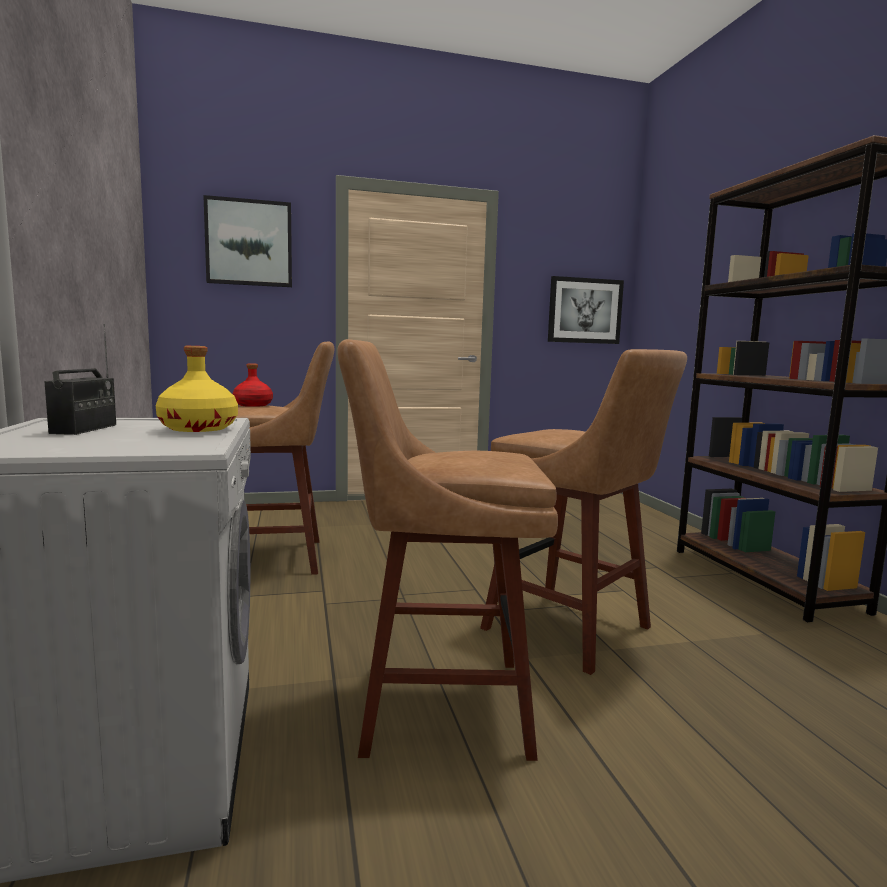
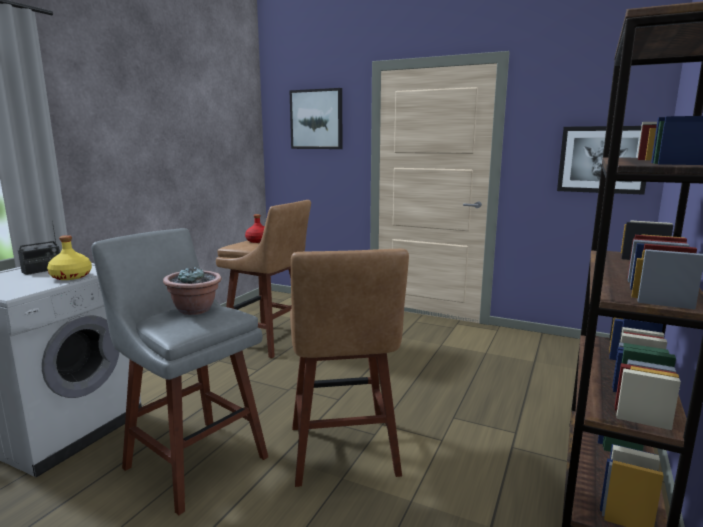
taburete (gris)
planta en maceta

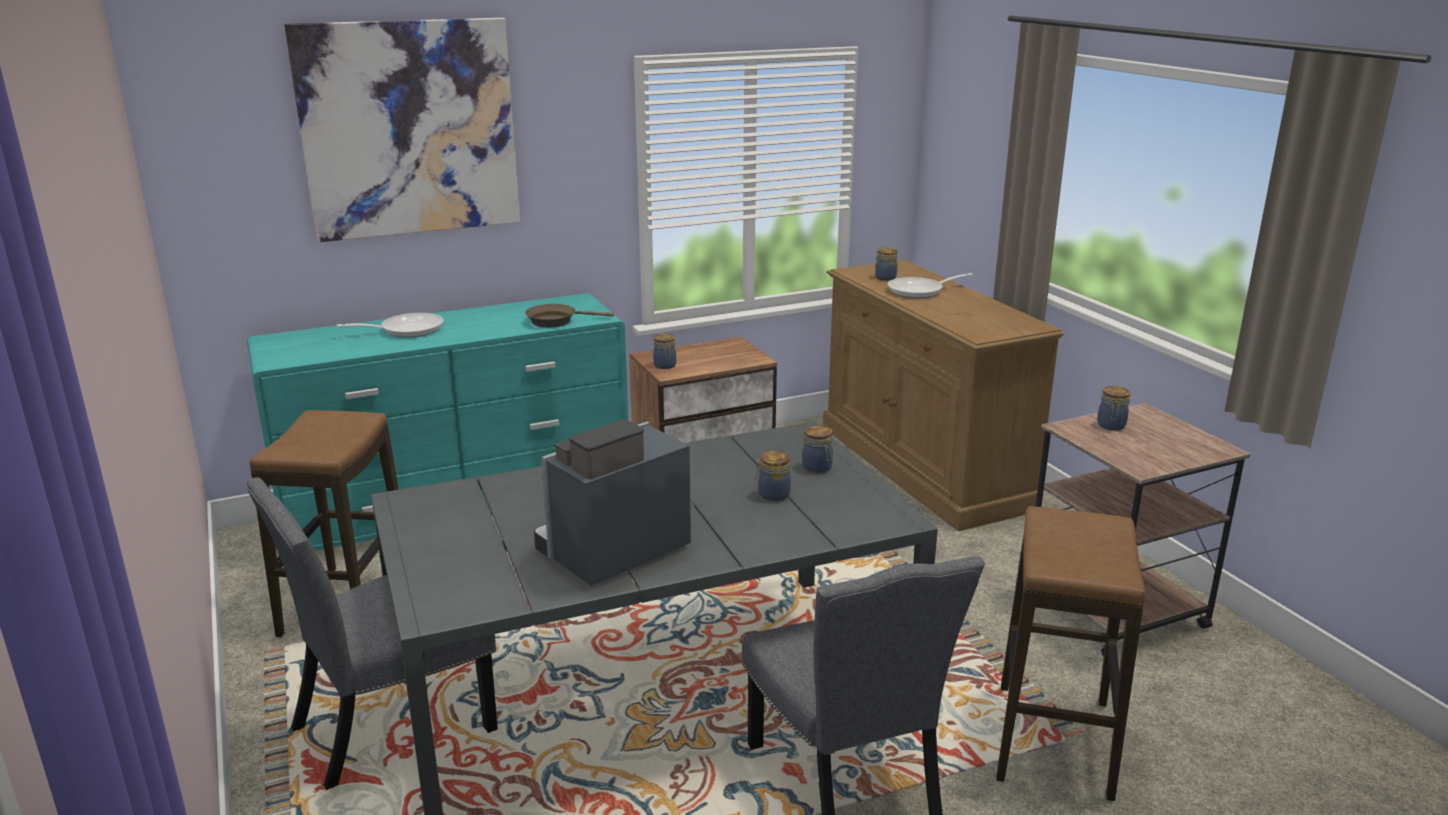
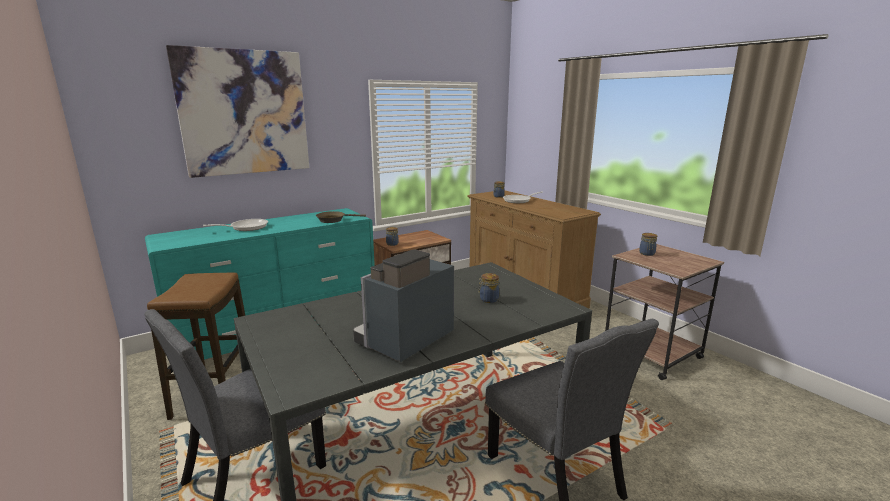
tarro (3rd from left in the first image)
taburete (2nd from left in the first image)

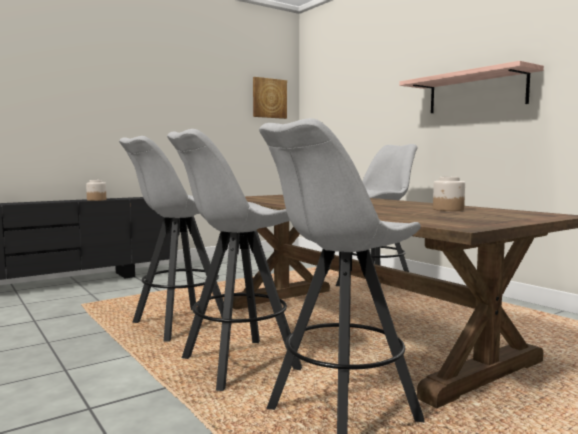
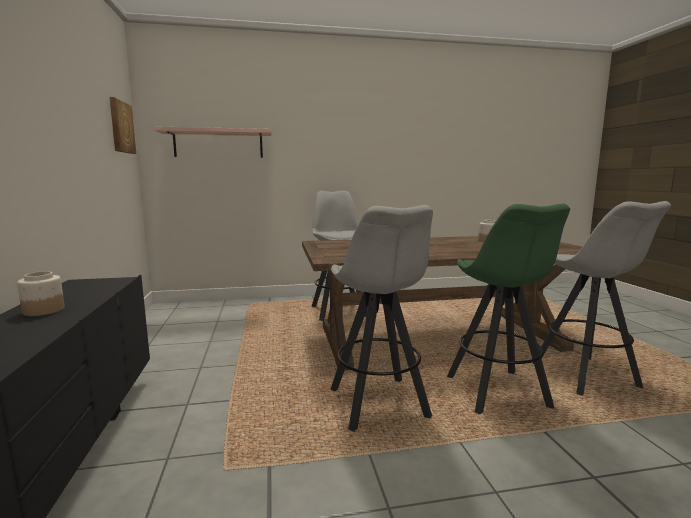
taburete (verde)
estante

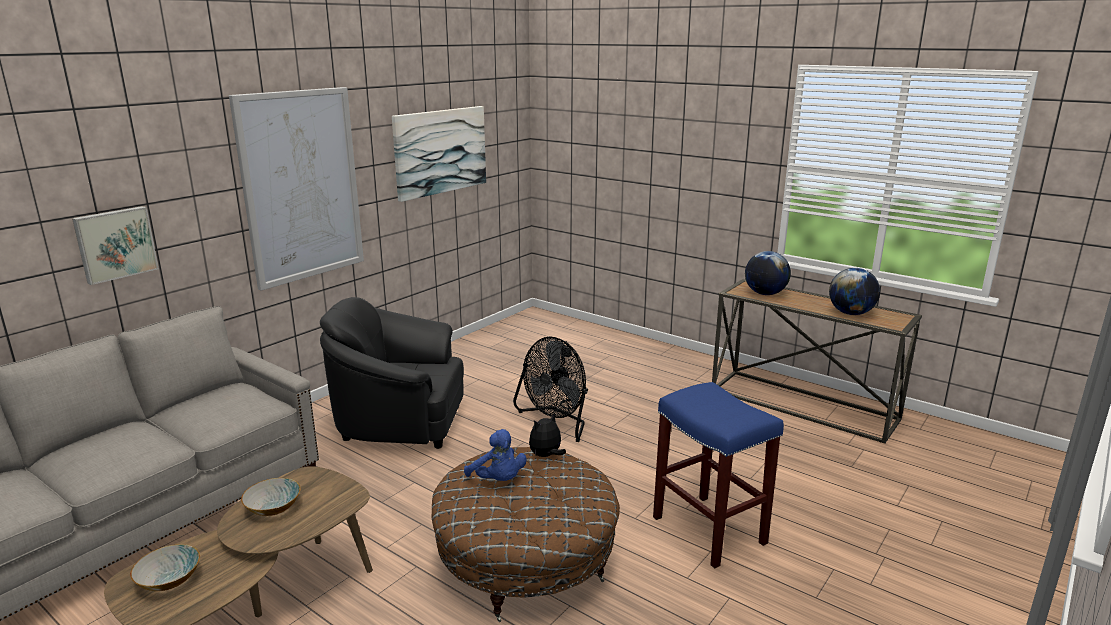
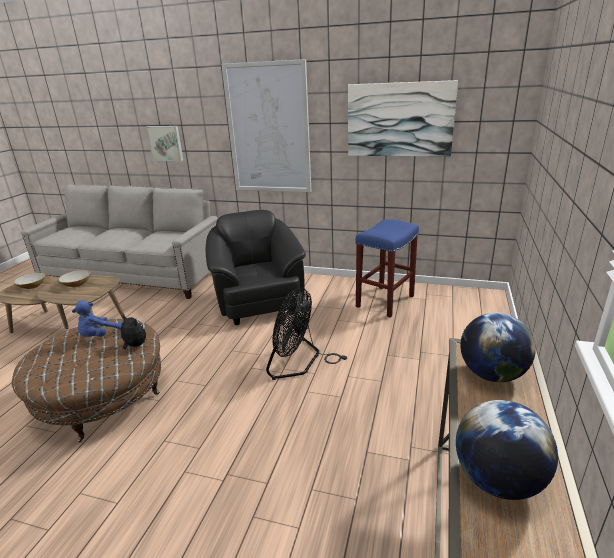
taburete (azul)

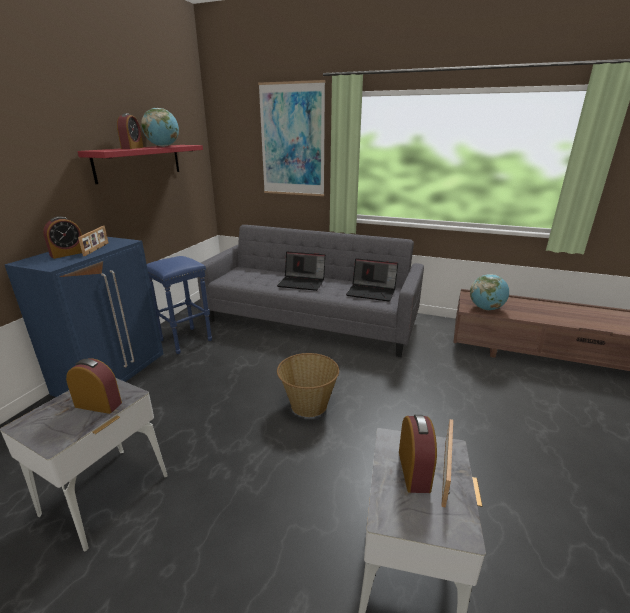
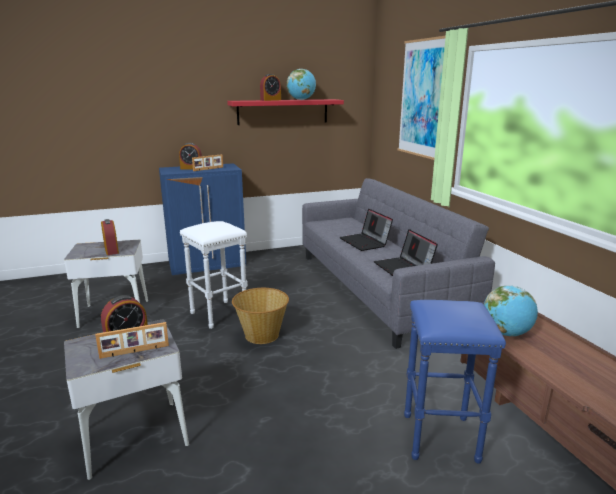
taburete (azul)
taburete (blanco)

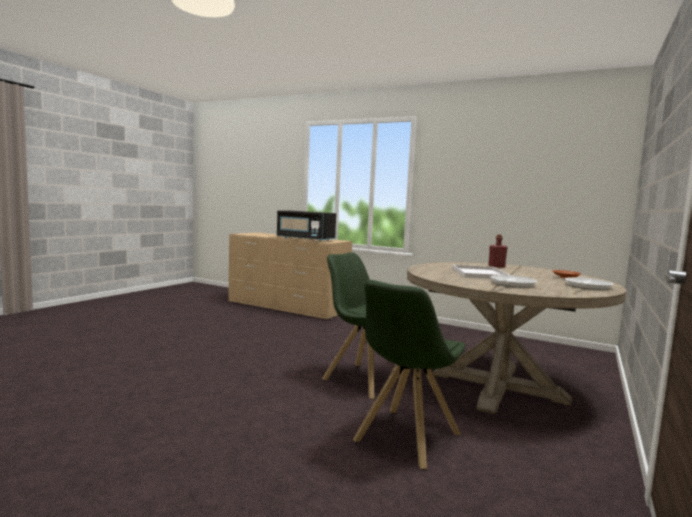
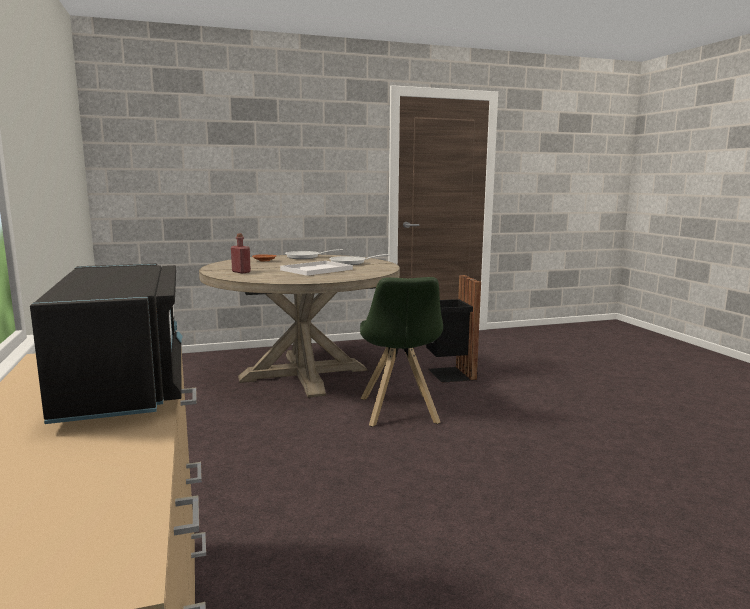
papelera (negro)

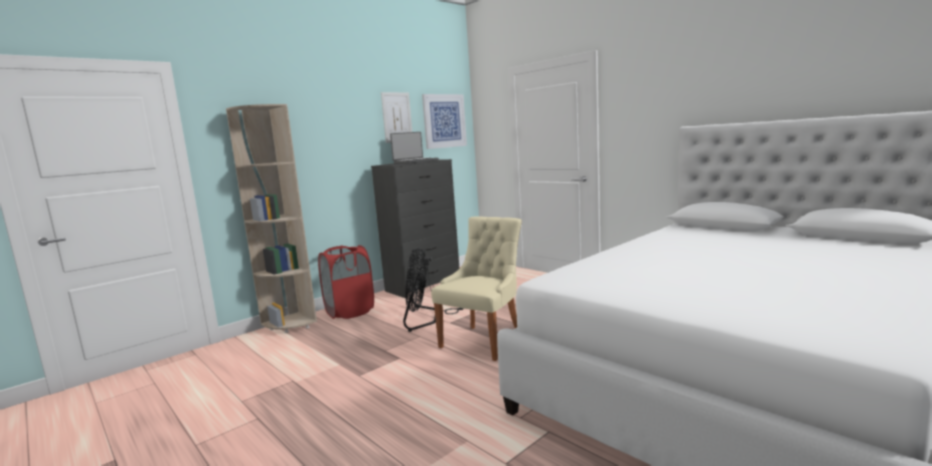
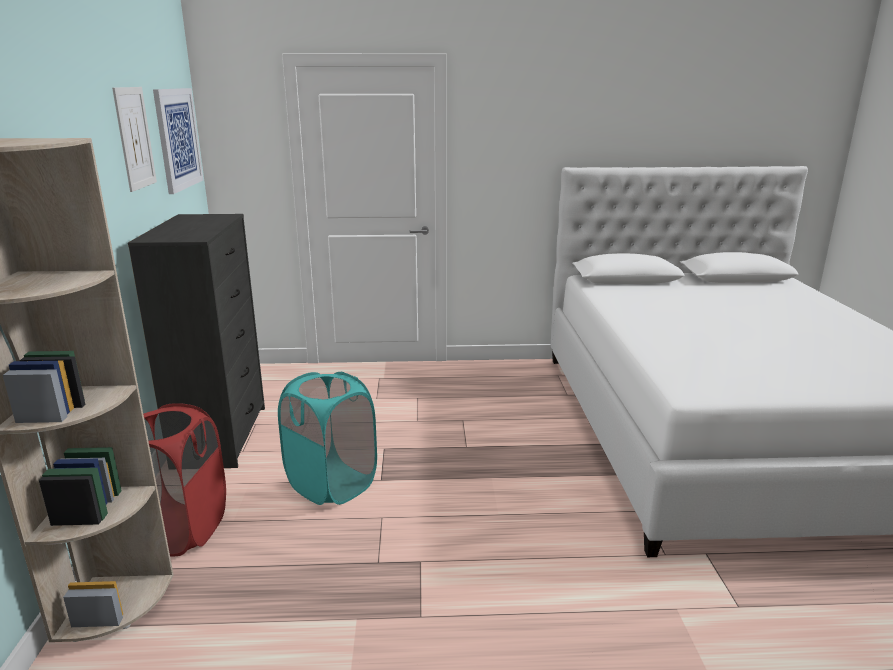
portátil
cesto de la ropa (turquesa)
silla (beis)

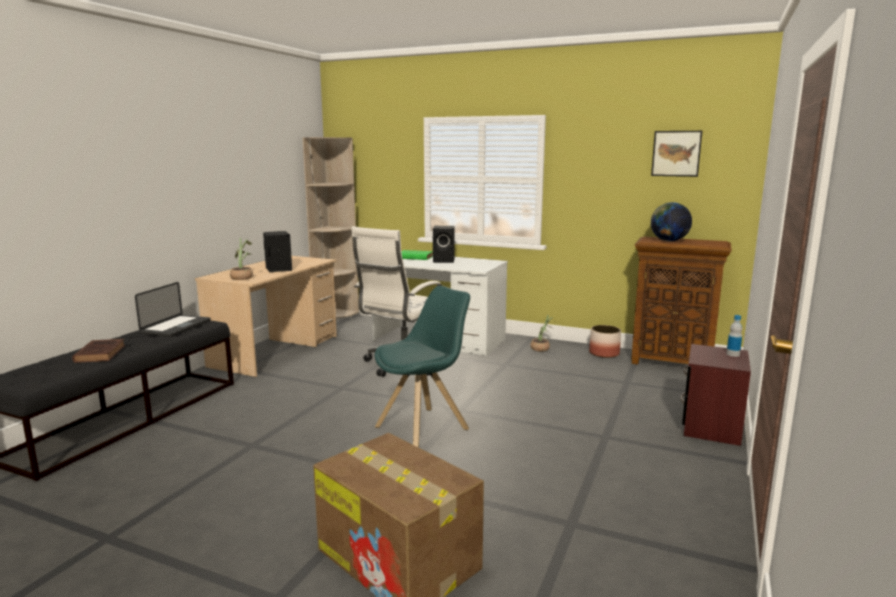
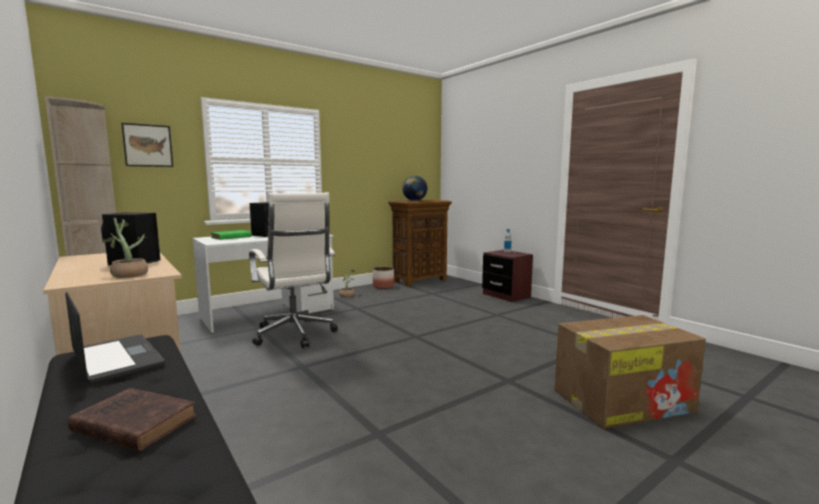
silla (turquesa)
cuadro

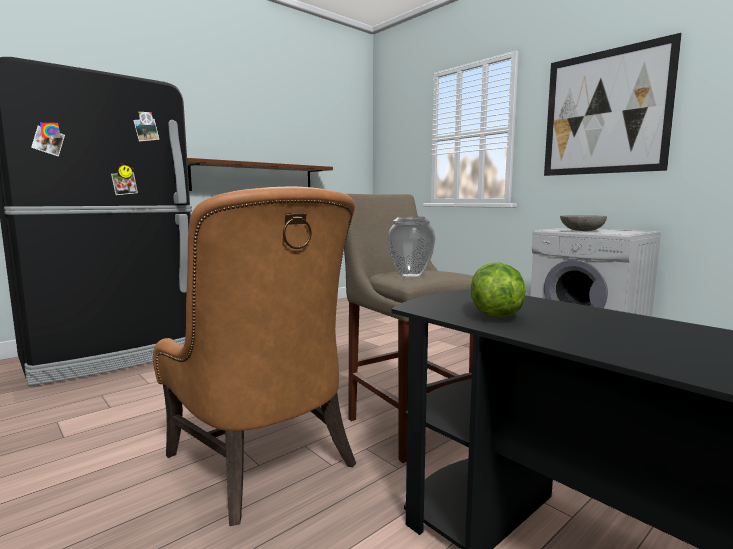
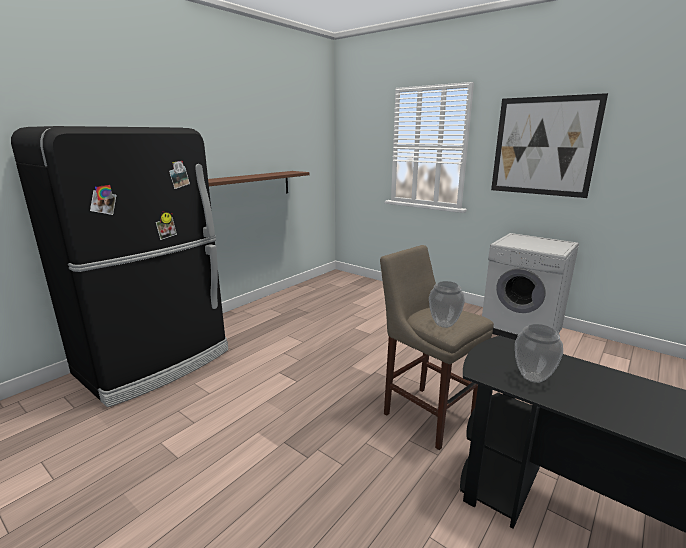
silla (marrón)
florero (2nd from left)
cuenco (gris)

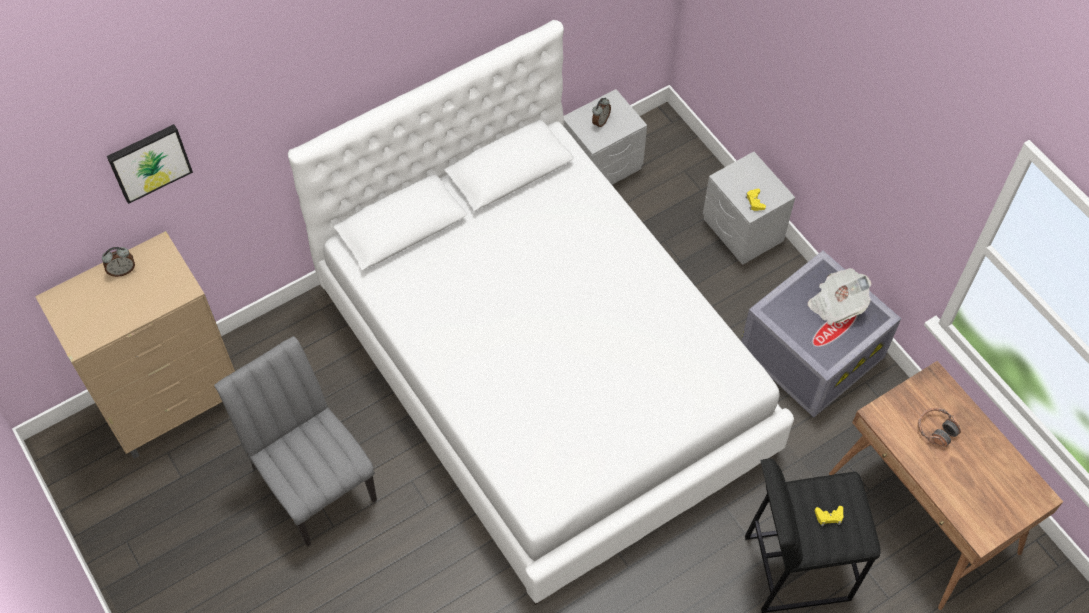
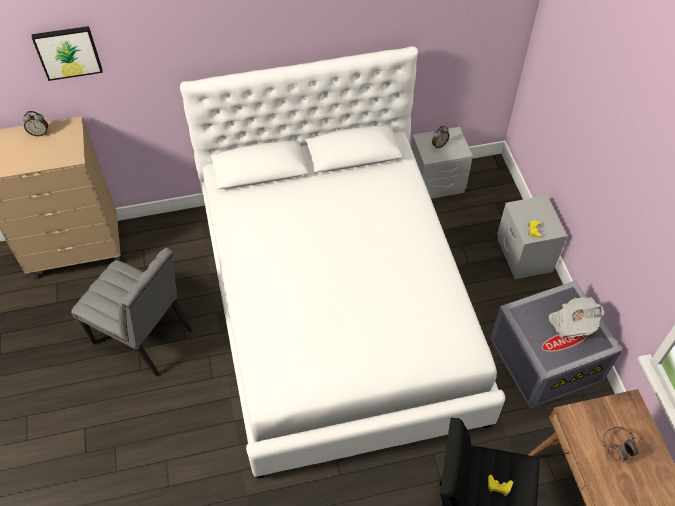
silla (gris)

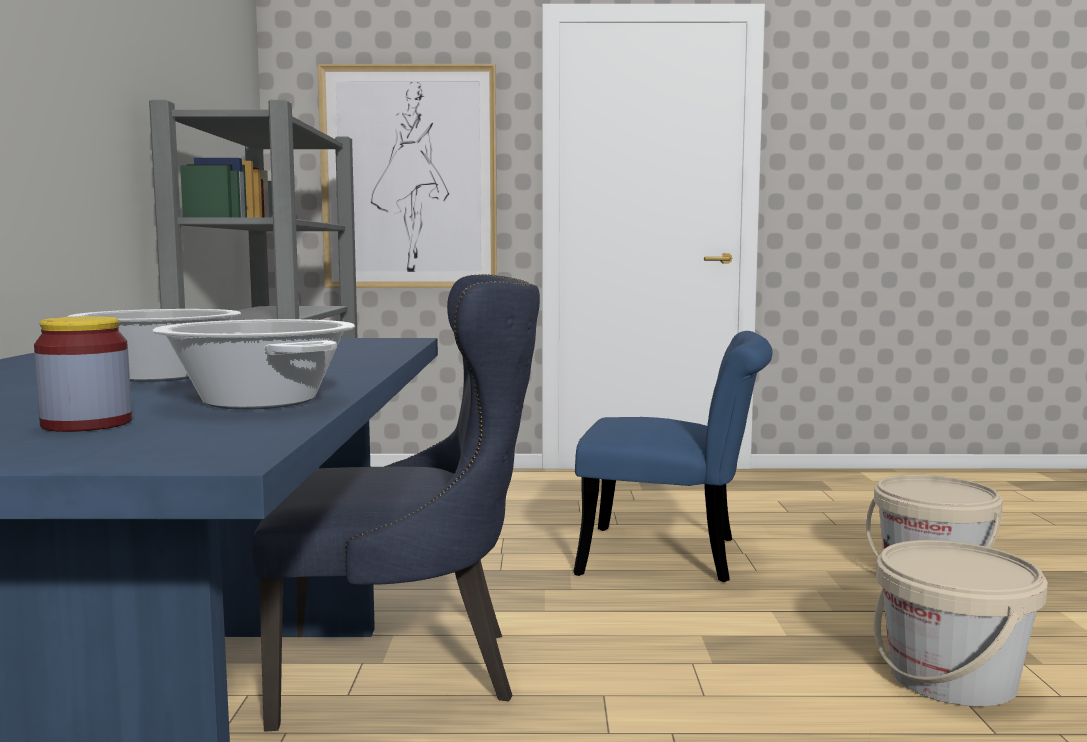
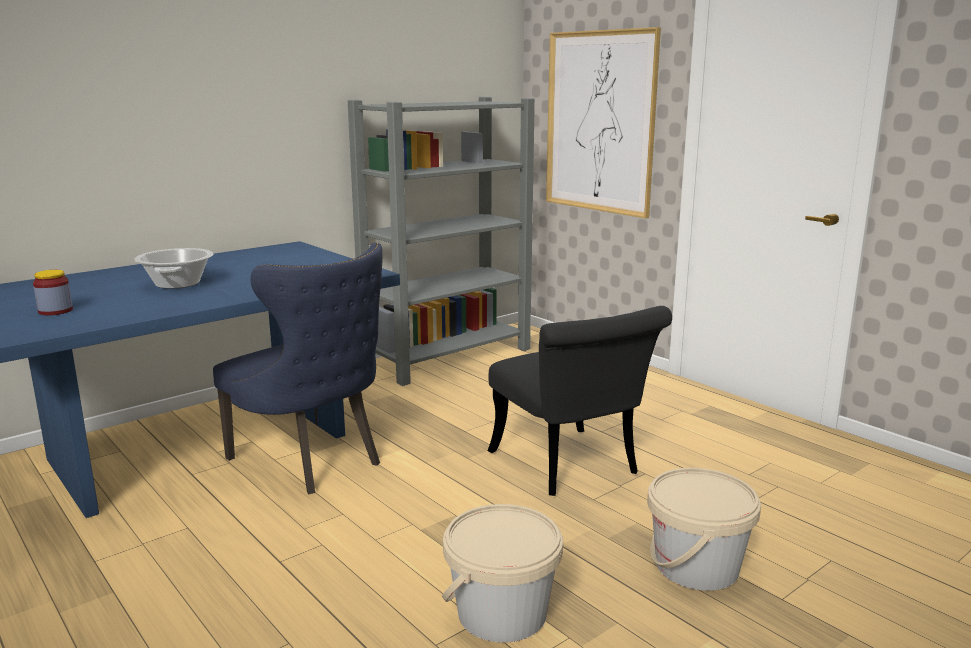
olla (2nd from left in the first image)
silla (negro)

